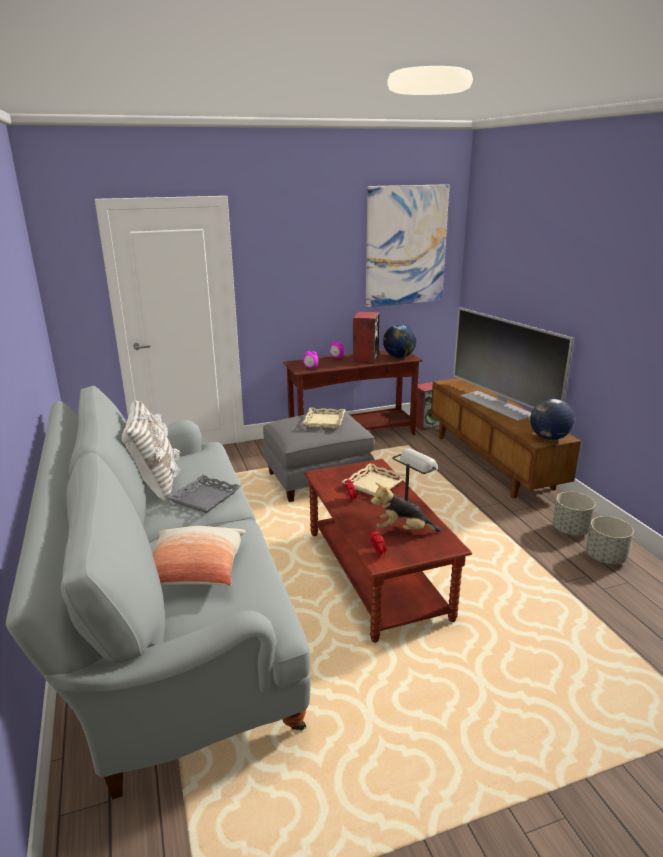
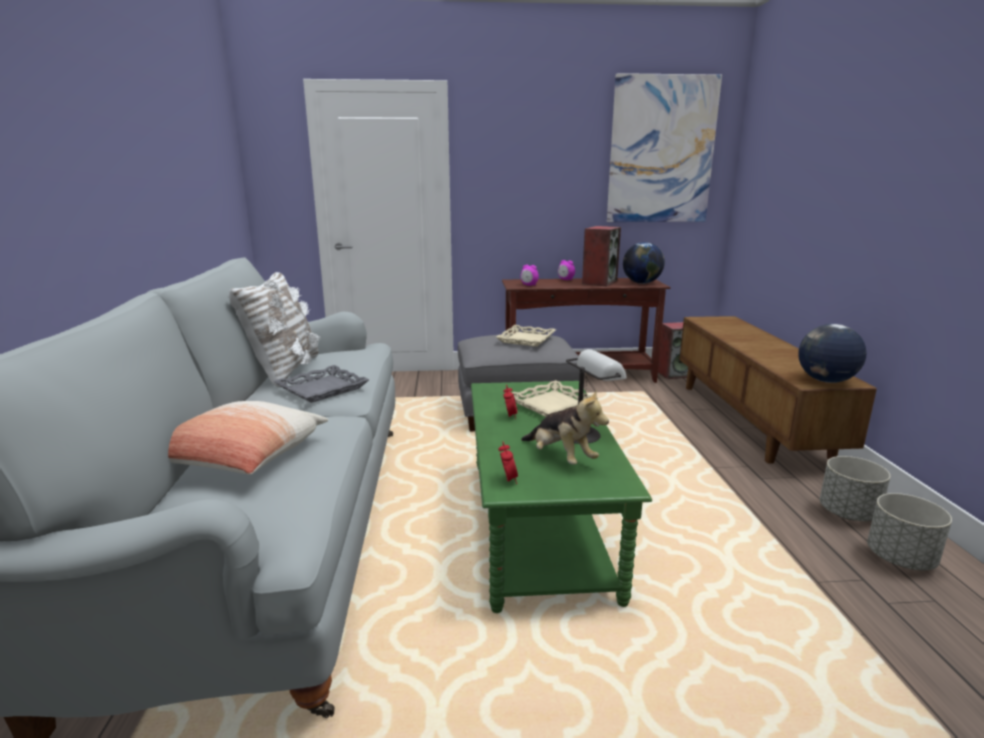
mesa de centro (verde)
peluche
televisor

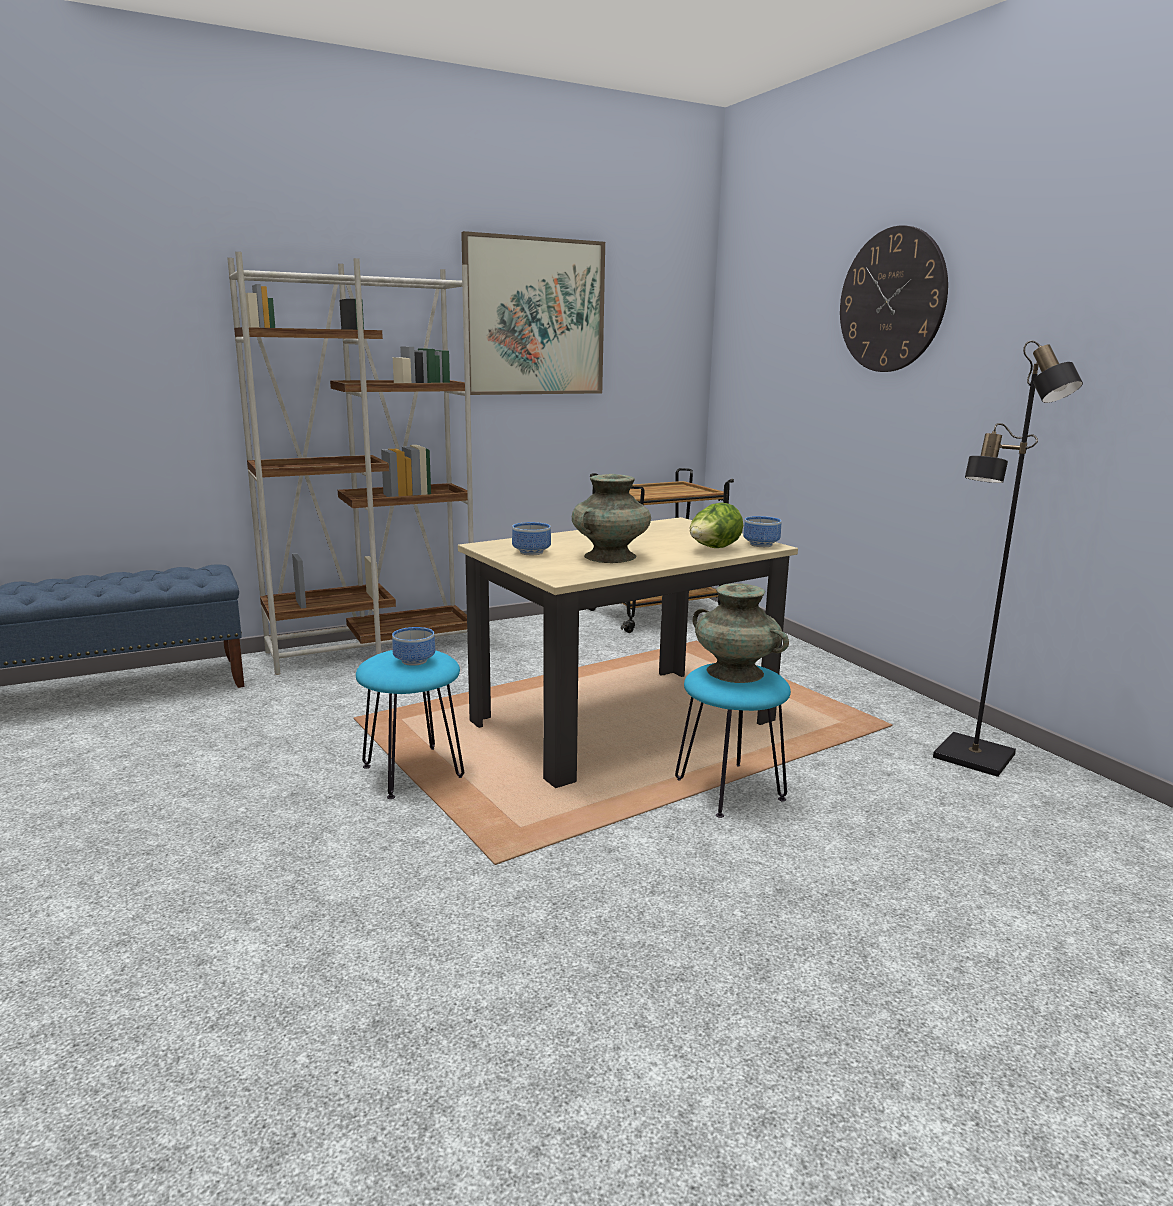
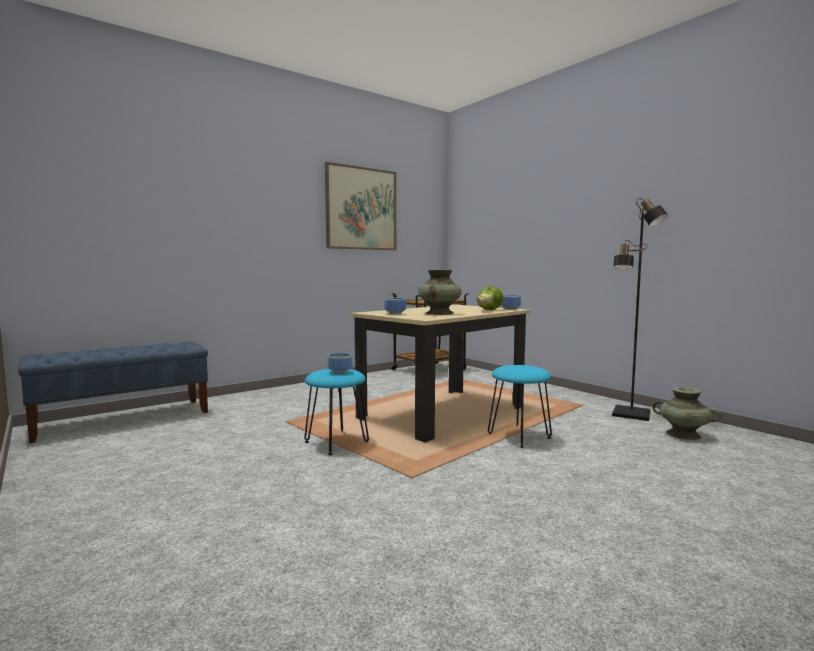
estantería (marrón)
florero (turquesa) (2nd from left)
reloj de pared

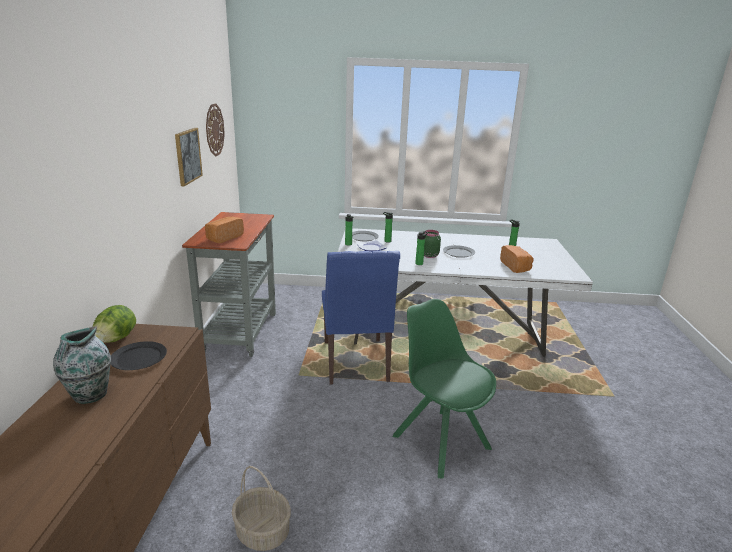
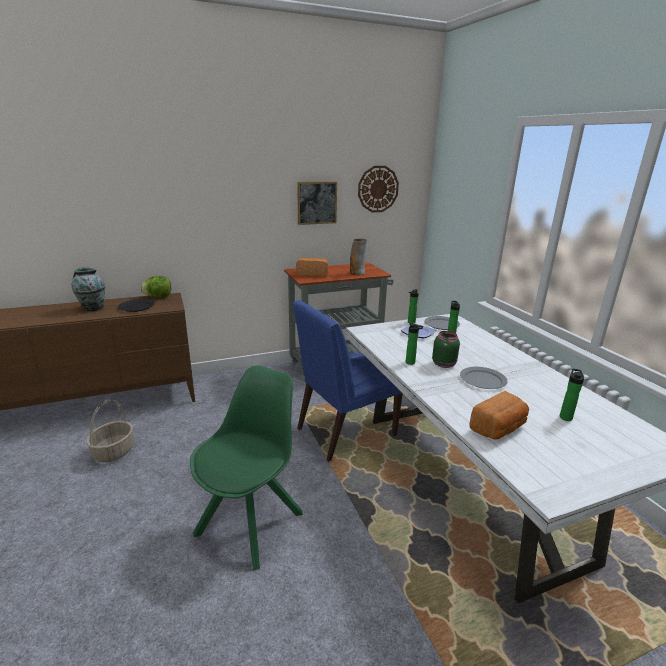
florero (2nd from left)

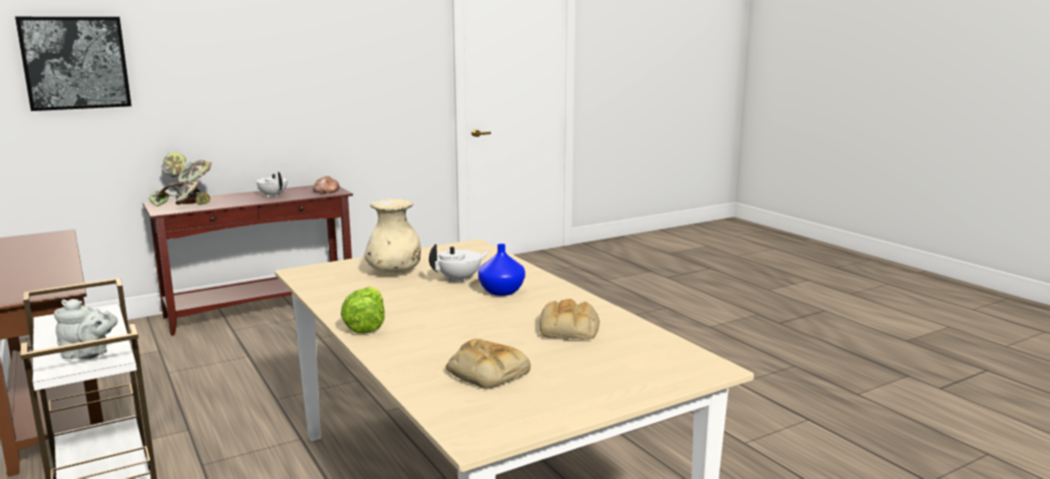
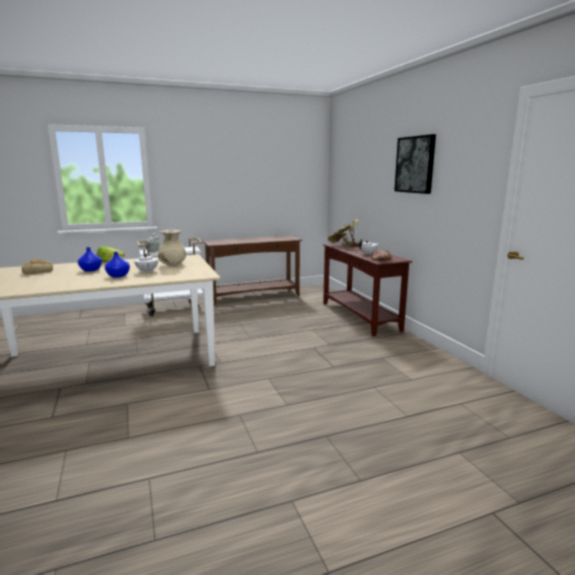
cuadro
pan (3rd from left in the first image)
florero (azul) (1st from left)

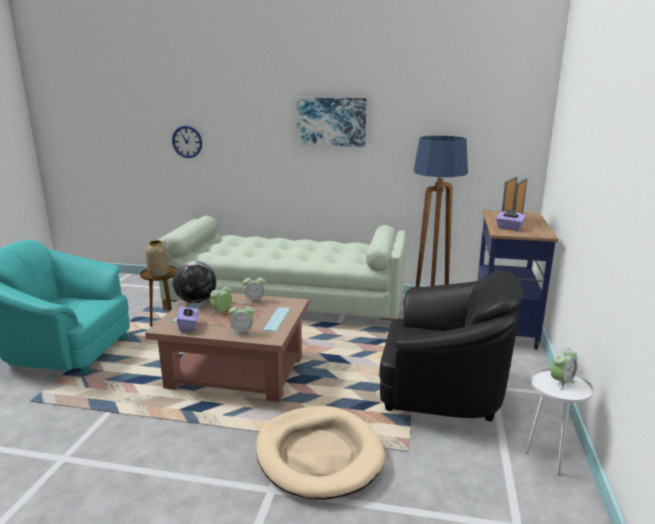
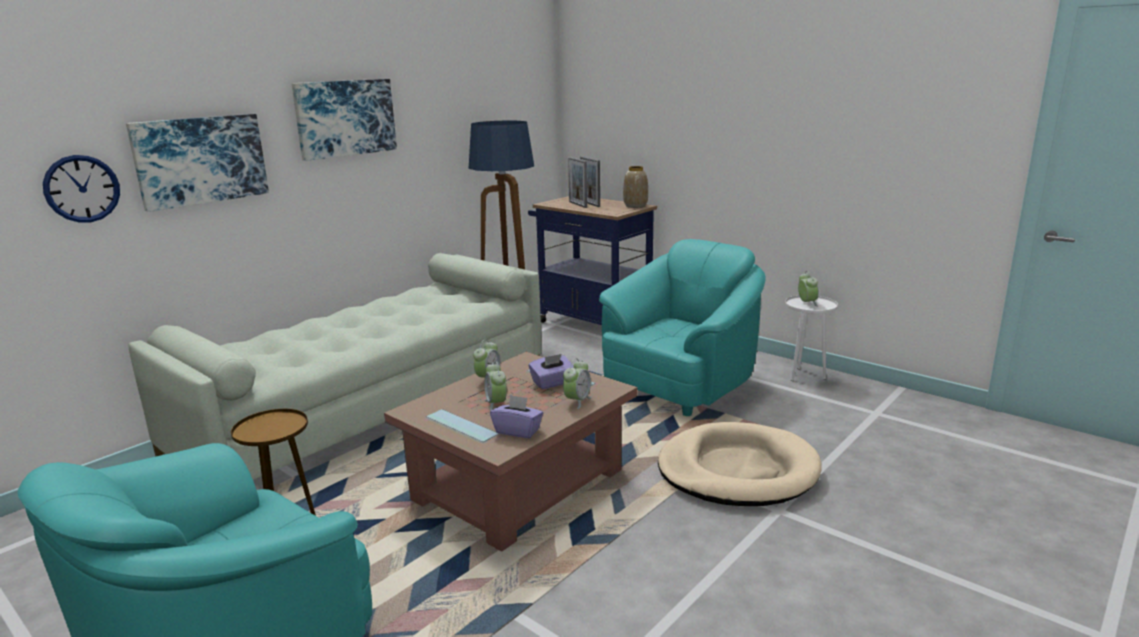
florero
globo terráqueo
sillón (turquesa) (2nd from left)
caja de pañuelos (morado) (2nd from left)
cuadro (1st from left)

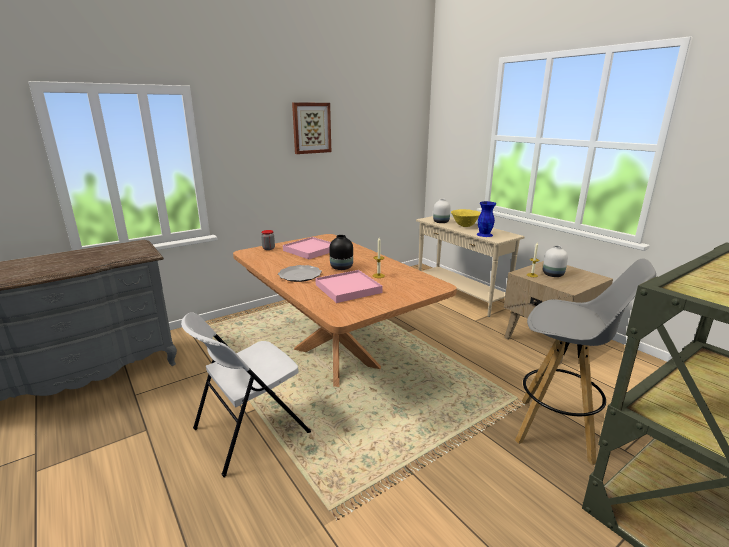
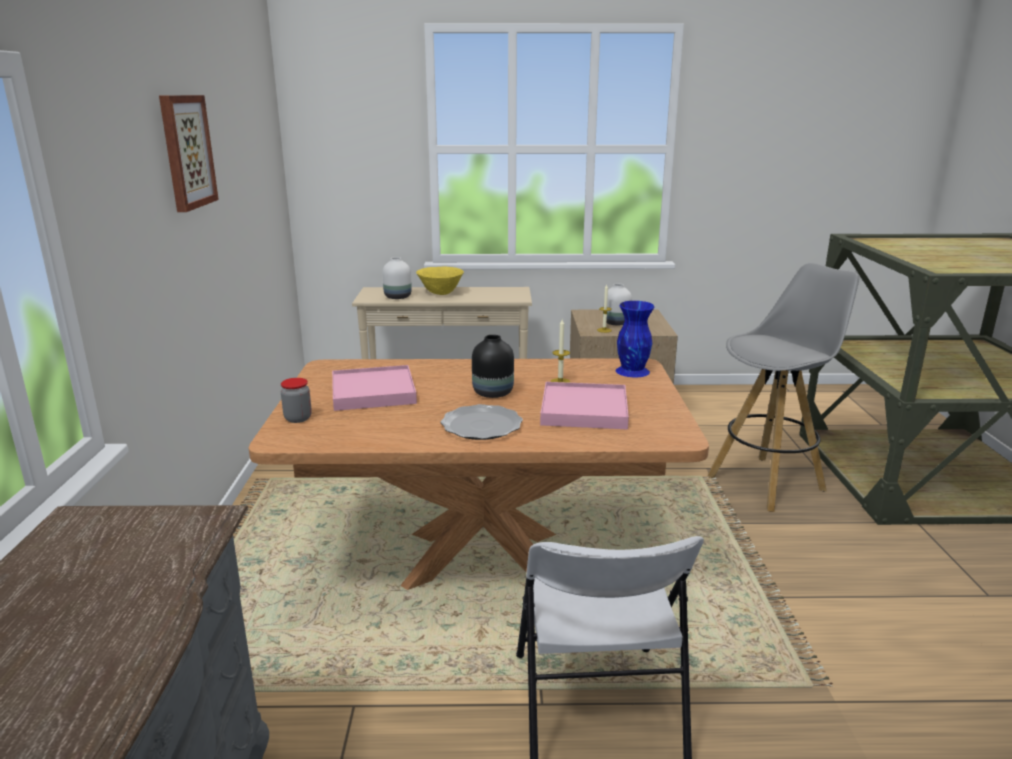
florero (azul)

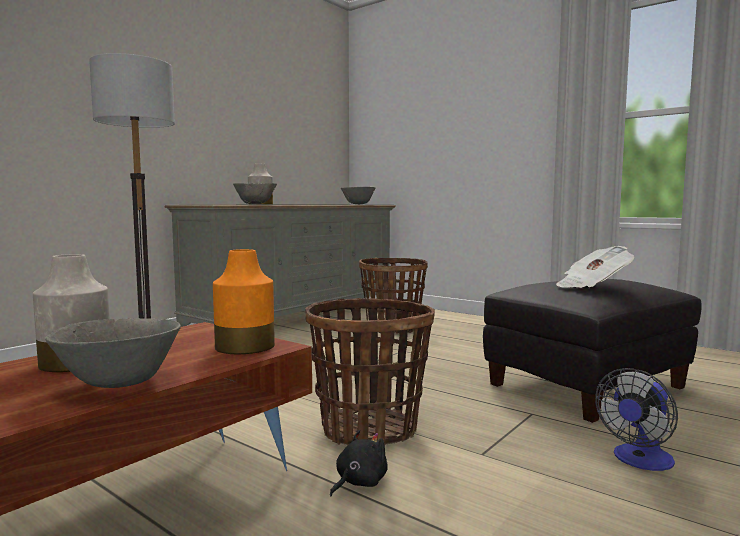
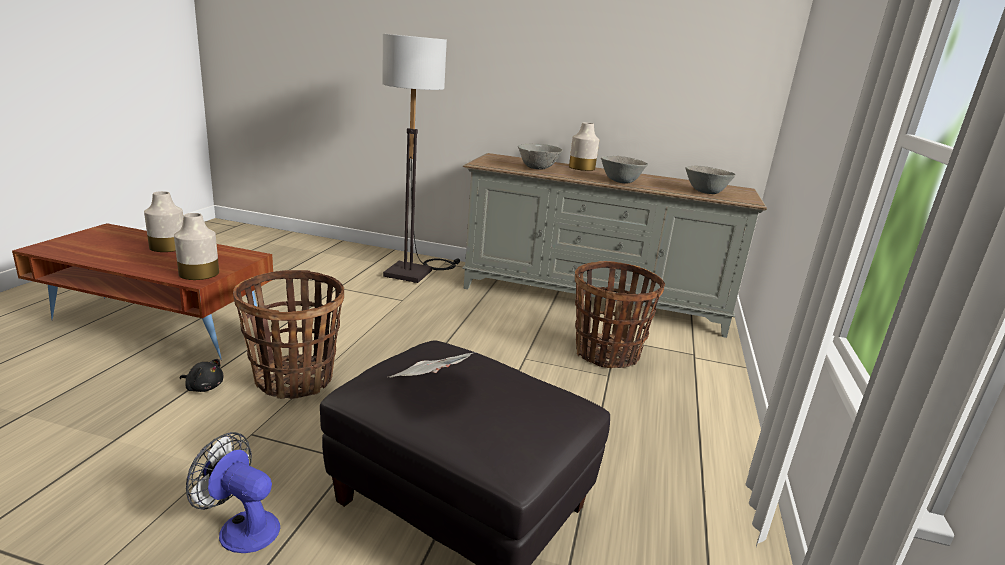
cuenco (gris) (2nd from left)
florero (beis) (2nd from left)

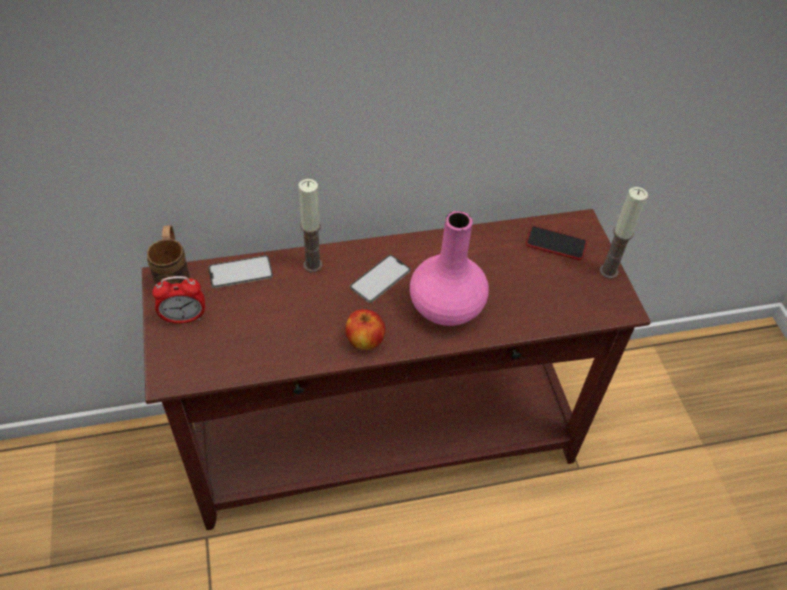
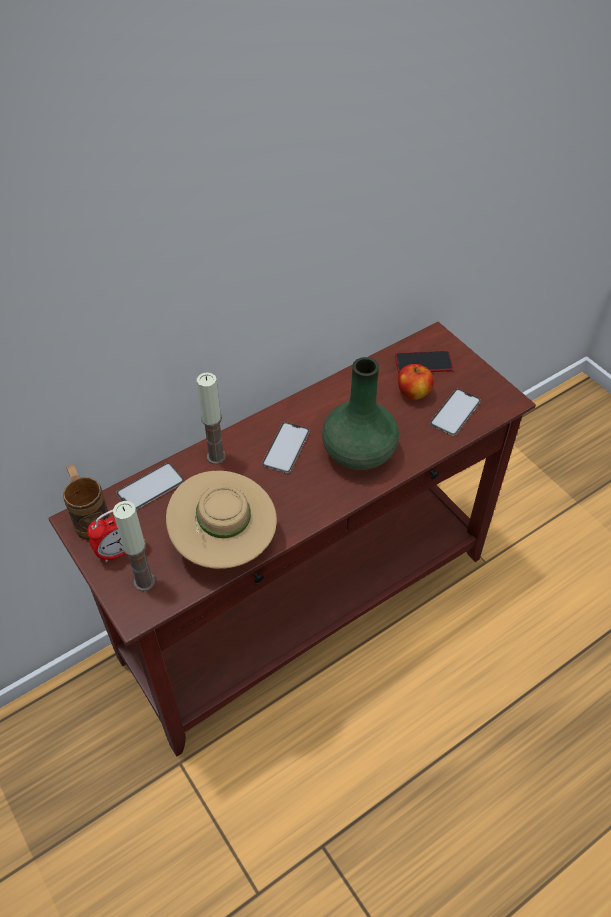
manzana
florero (verde)
vela (1st from left)
sombrero (beis)
móvil (4th from left)

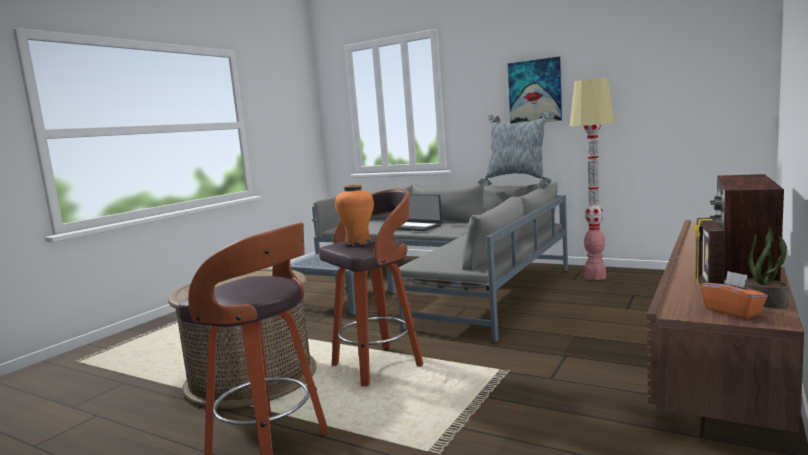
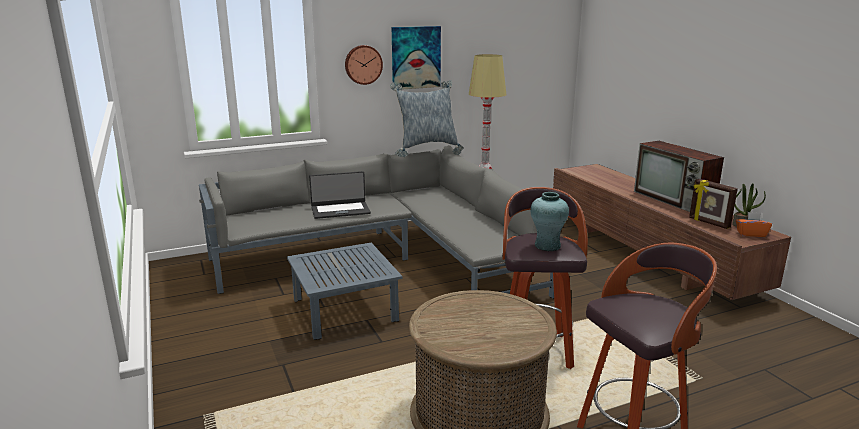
florero (turquesa)
reloj de pared

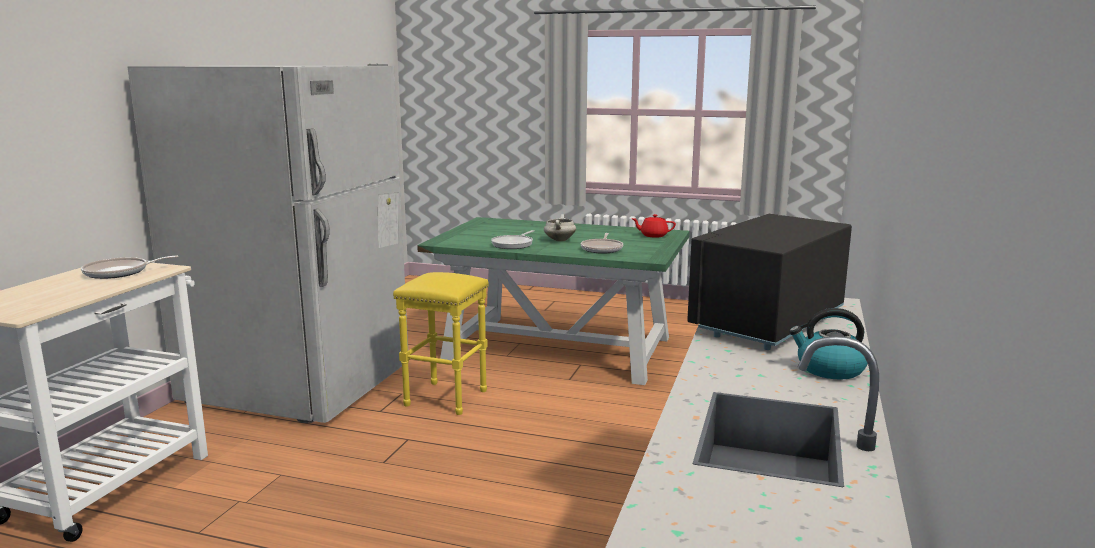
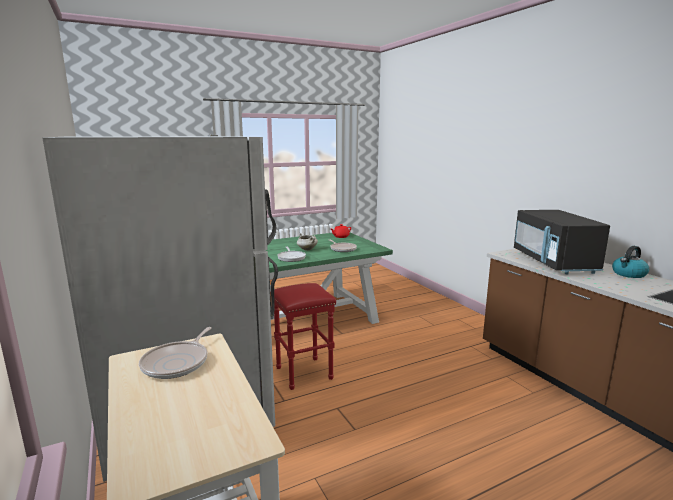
taburete (rojo)

